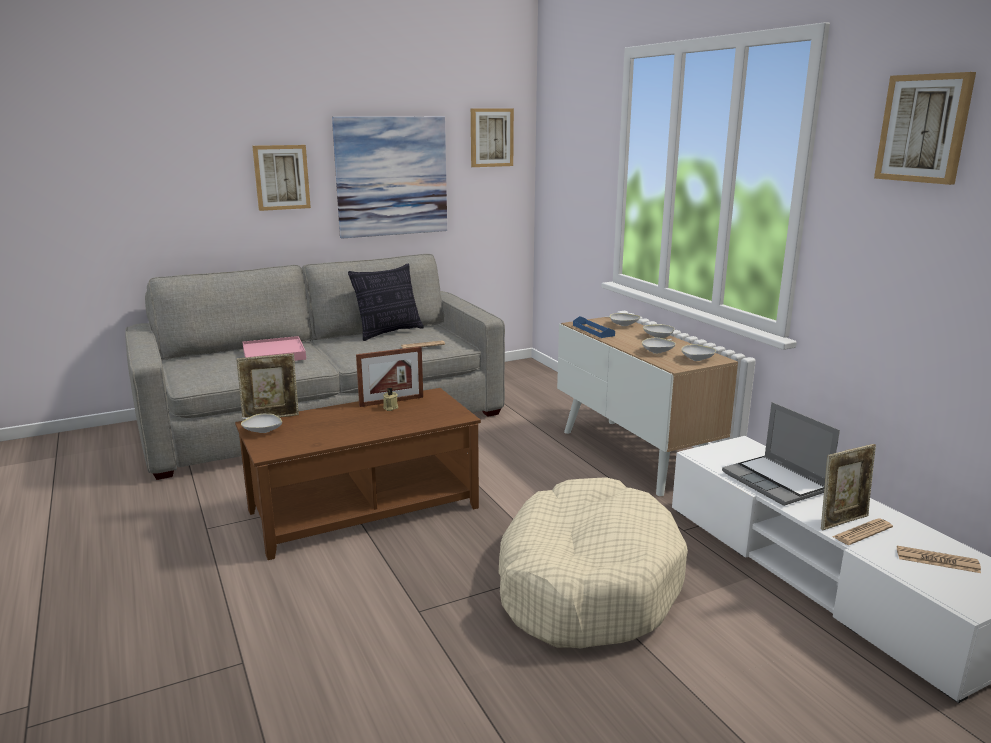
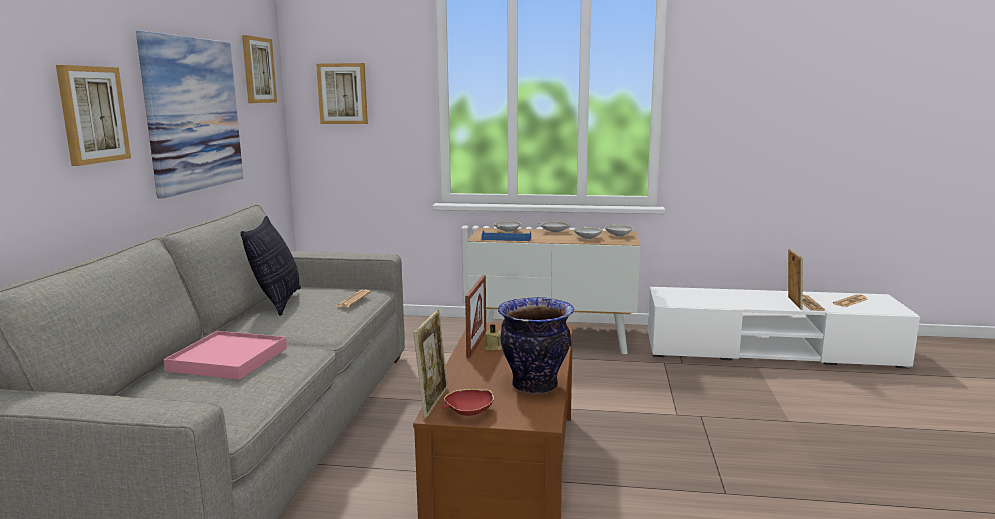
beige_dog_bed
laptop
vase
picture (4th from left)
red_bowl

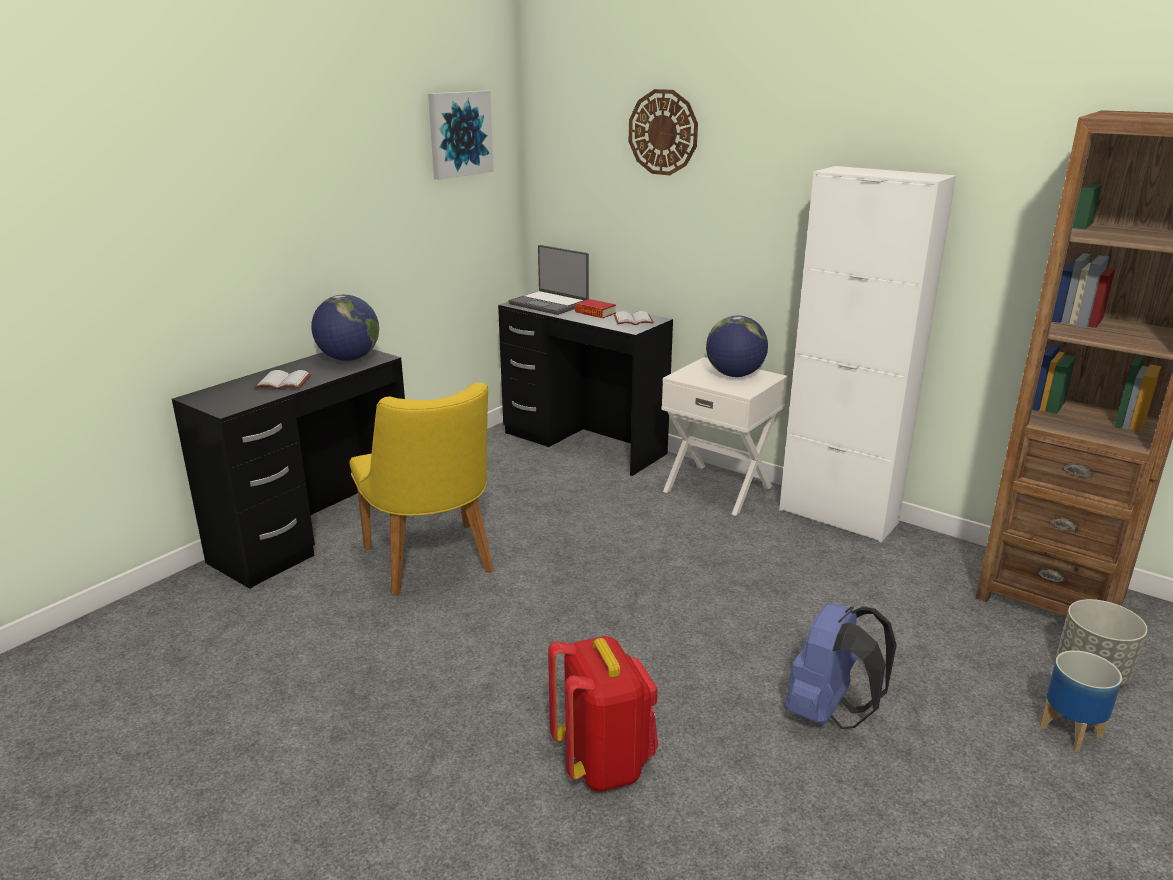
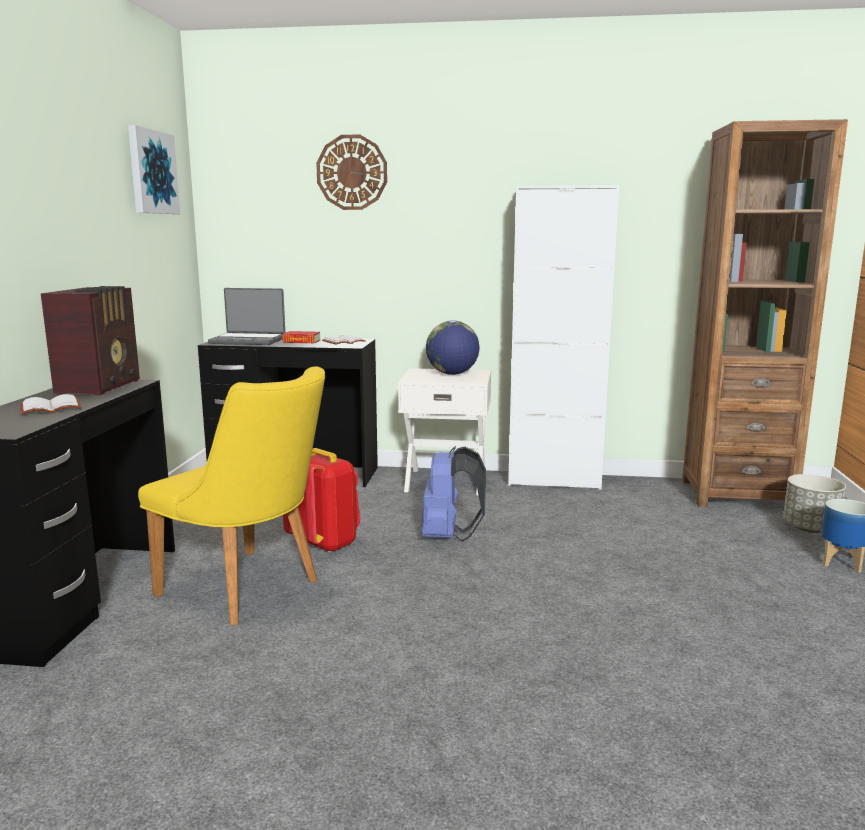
red_backpack
blue_backpack
radio

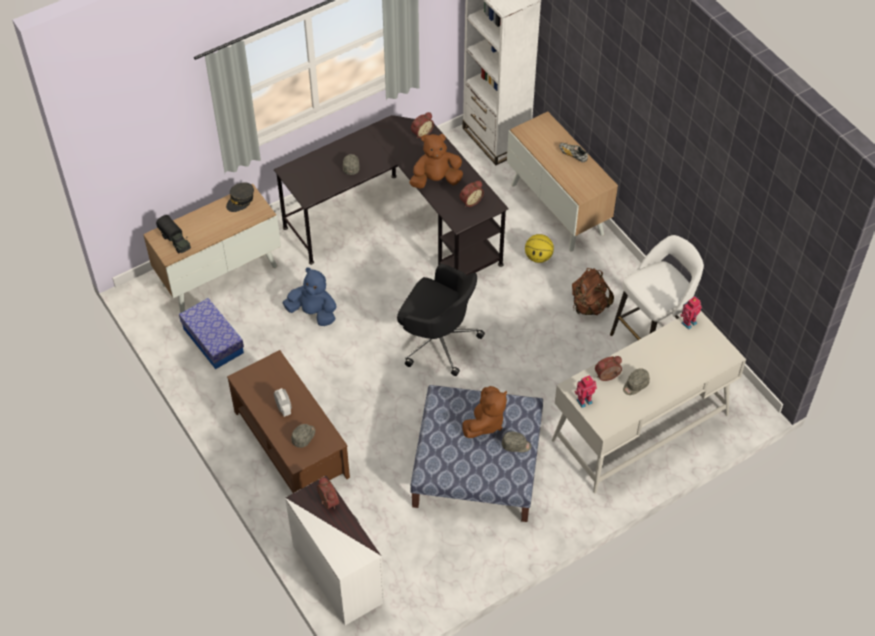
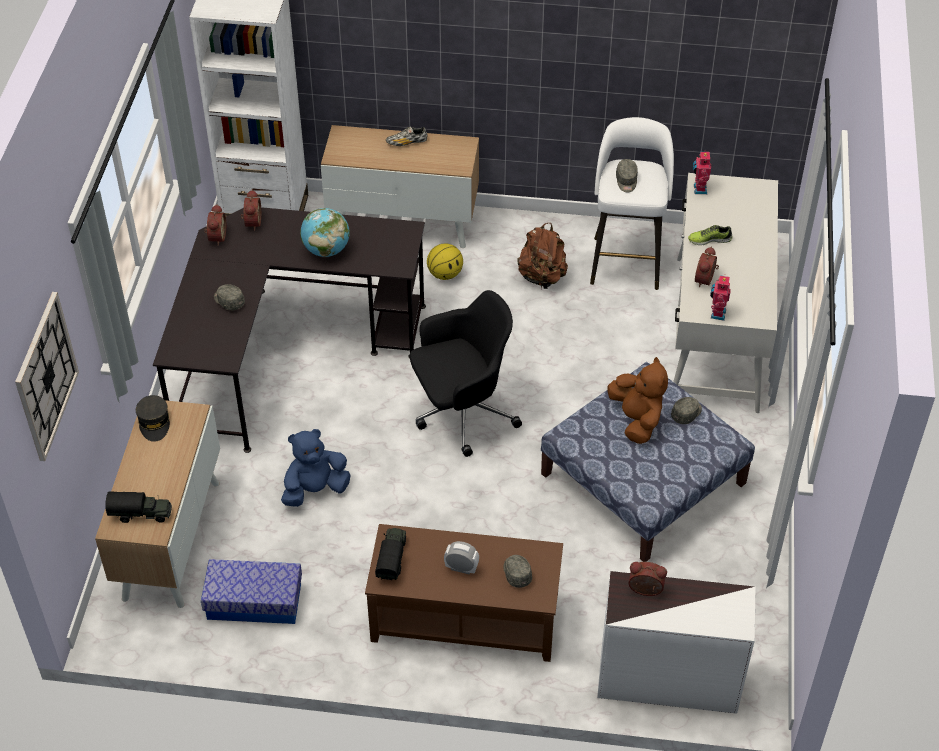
wall_clock
toy_truck (2nd from left)
shoe (2nd from left)
alarm_clock (1st from left)
grey_cap (4th from left)
globe

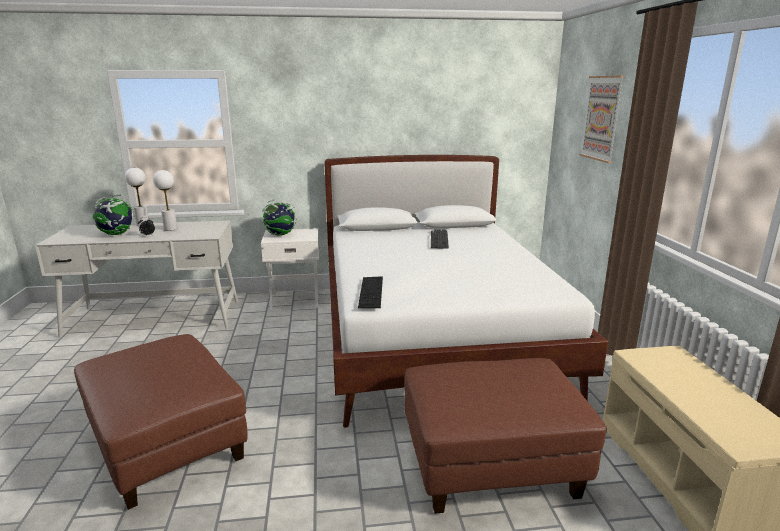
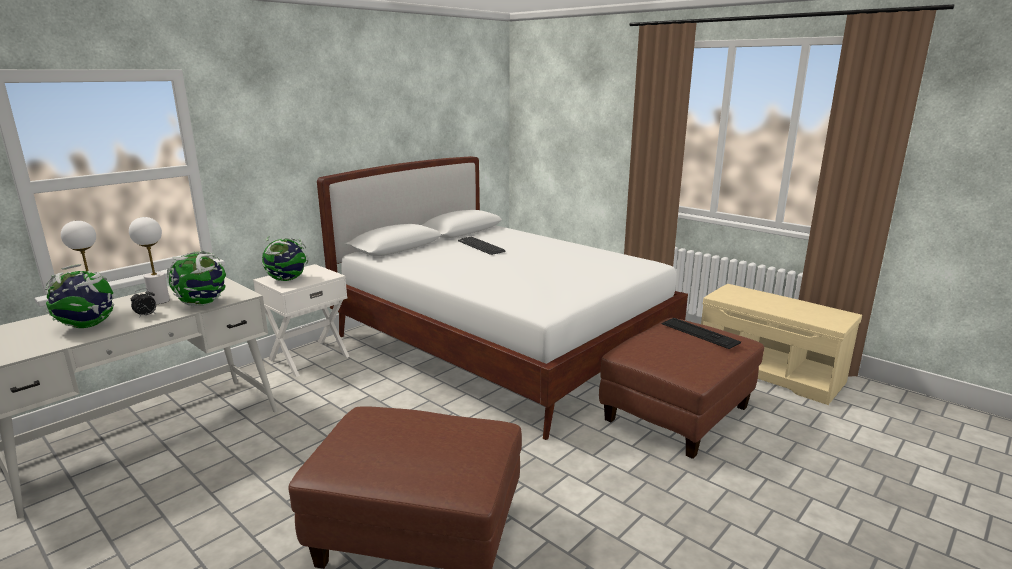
picture
globe (2nd from left)
keyboard (2nd from left)

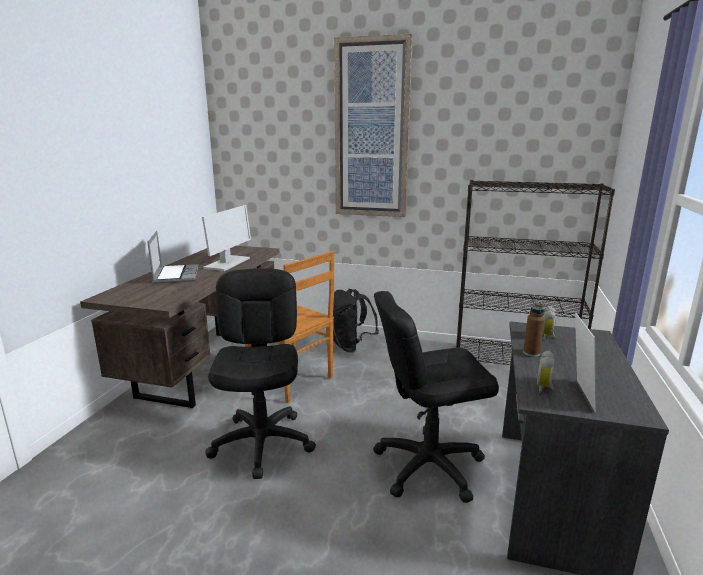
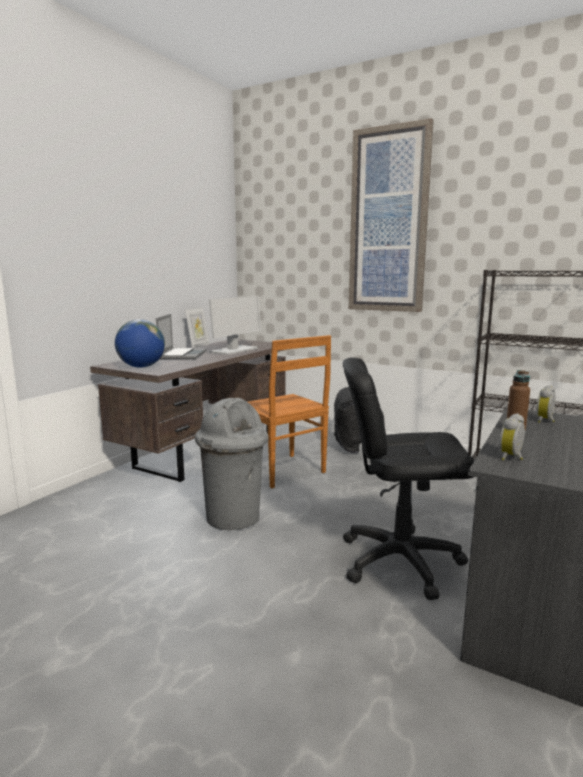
globe
picture_frame
grey_trash_can

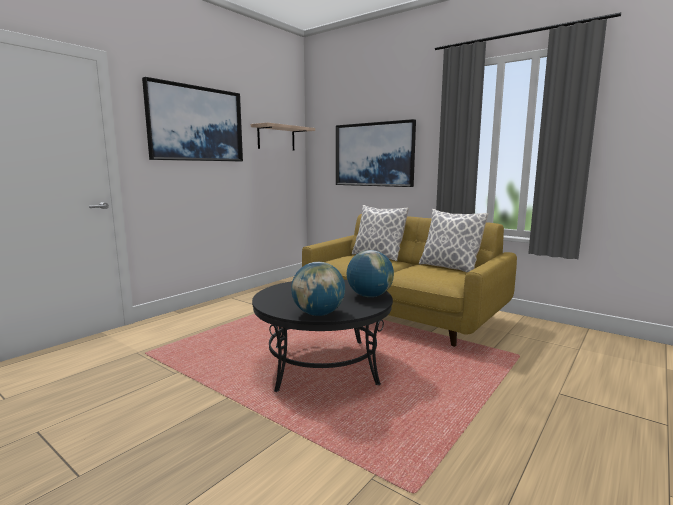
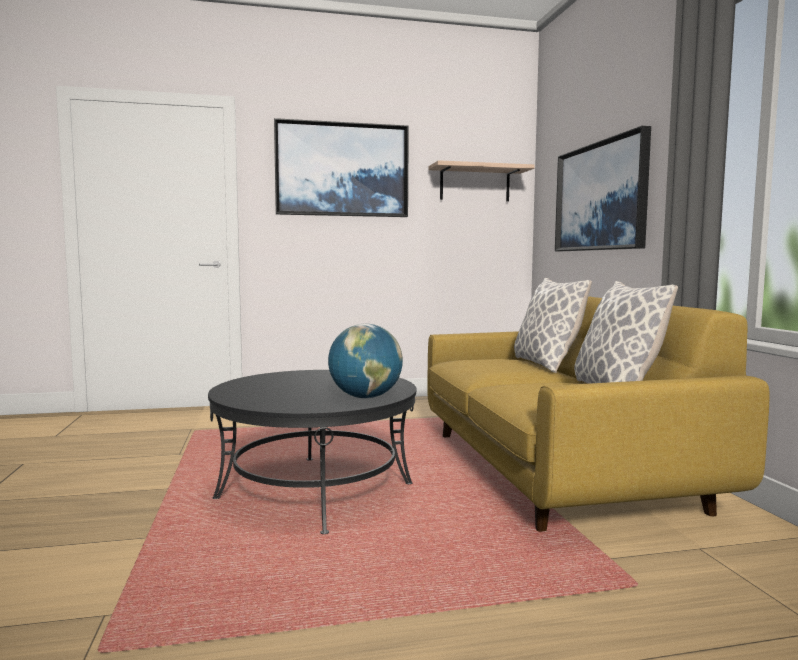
globe (1st from left in the first image)

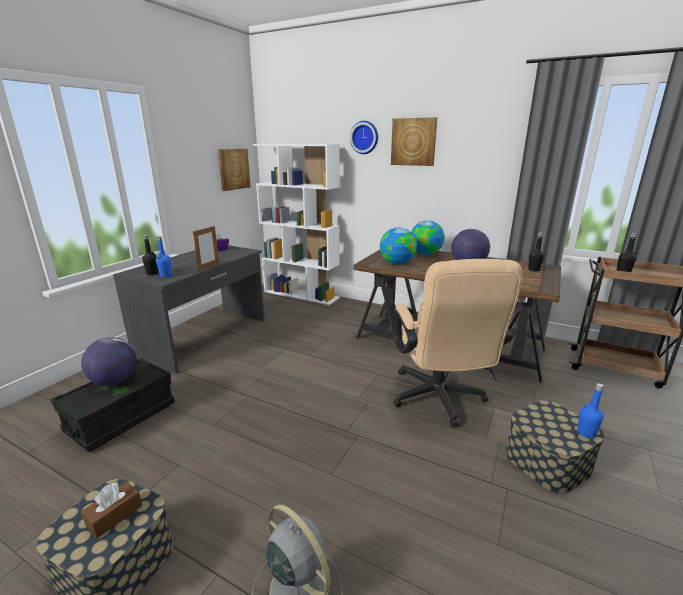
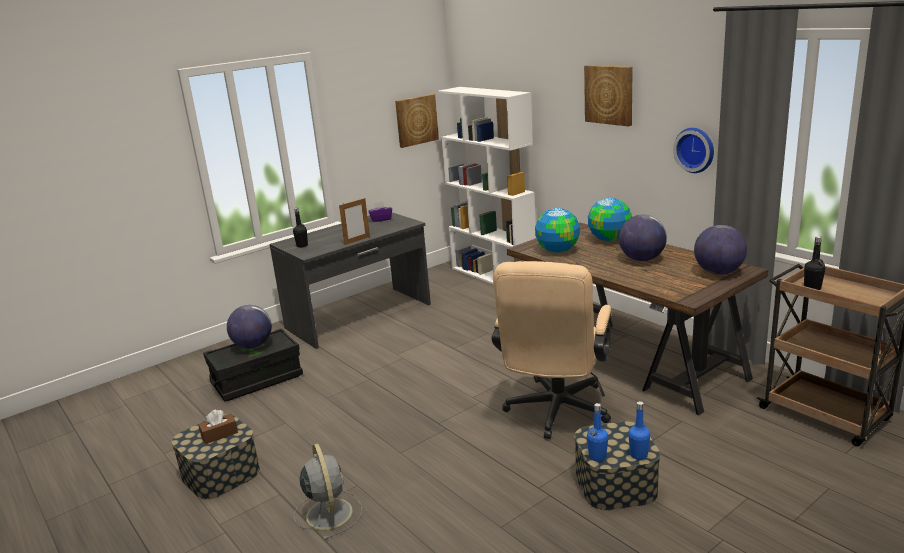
blue_bottle (1st from left)
wall_clock
globe (5th from left)

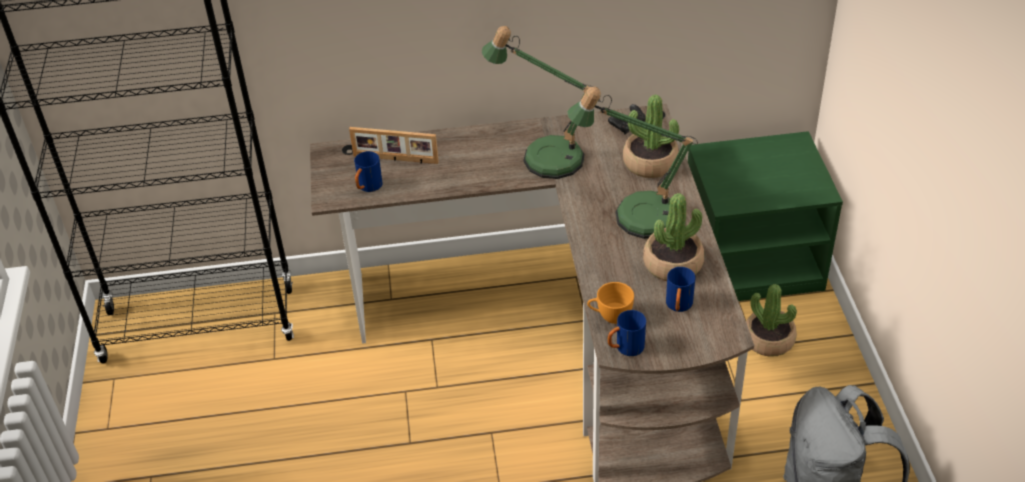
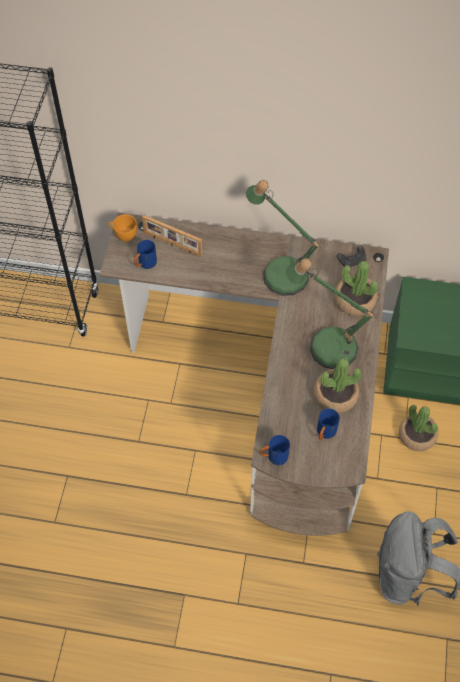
orange_cup

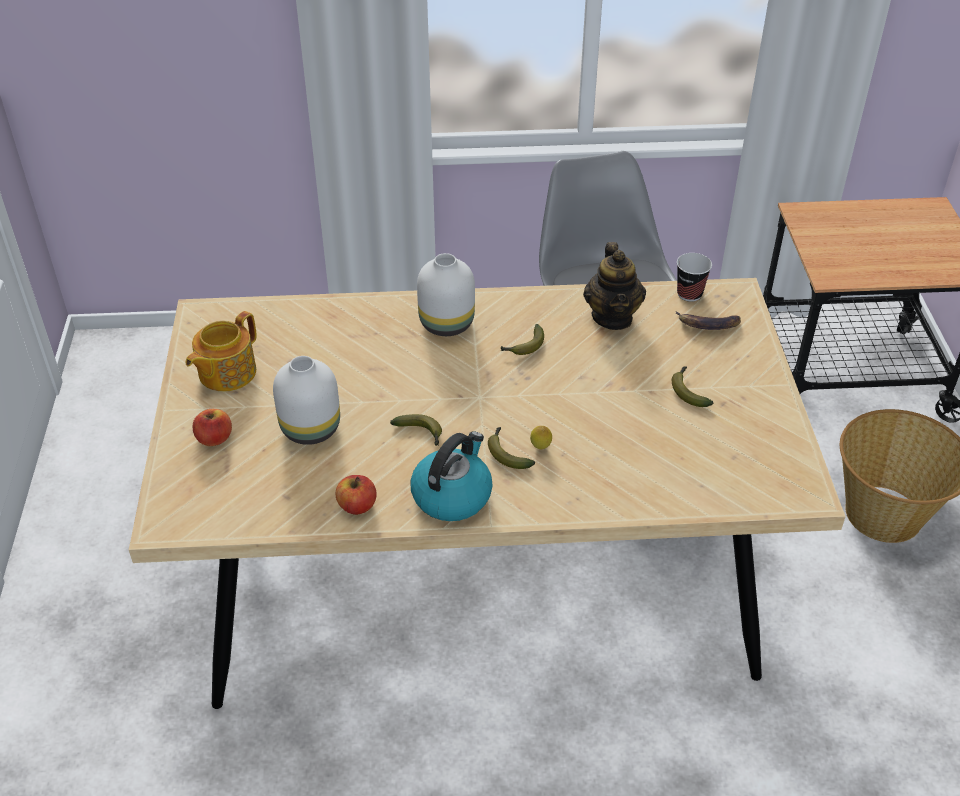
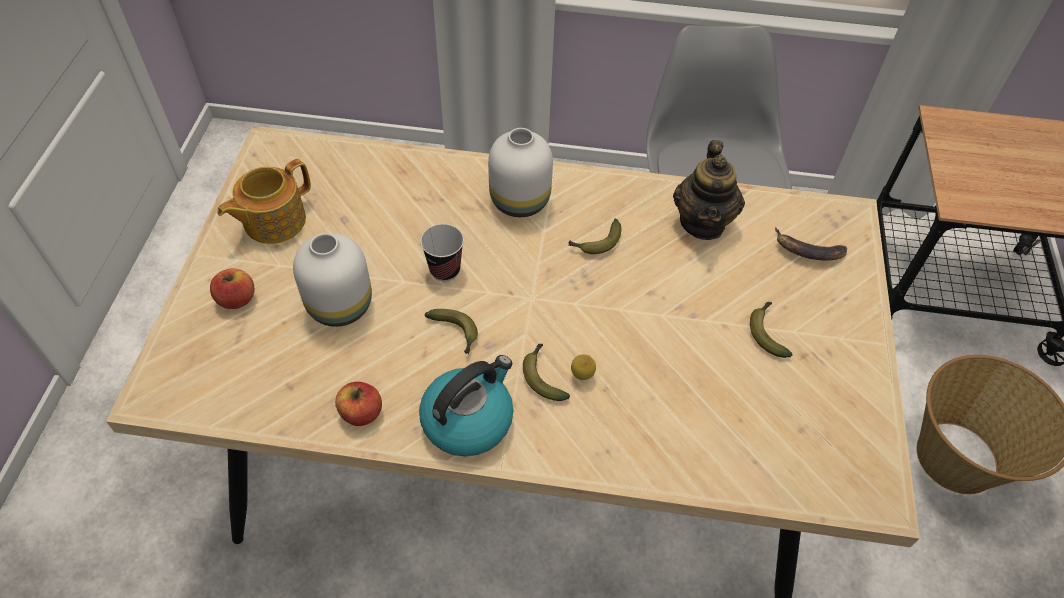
cup

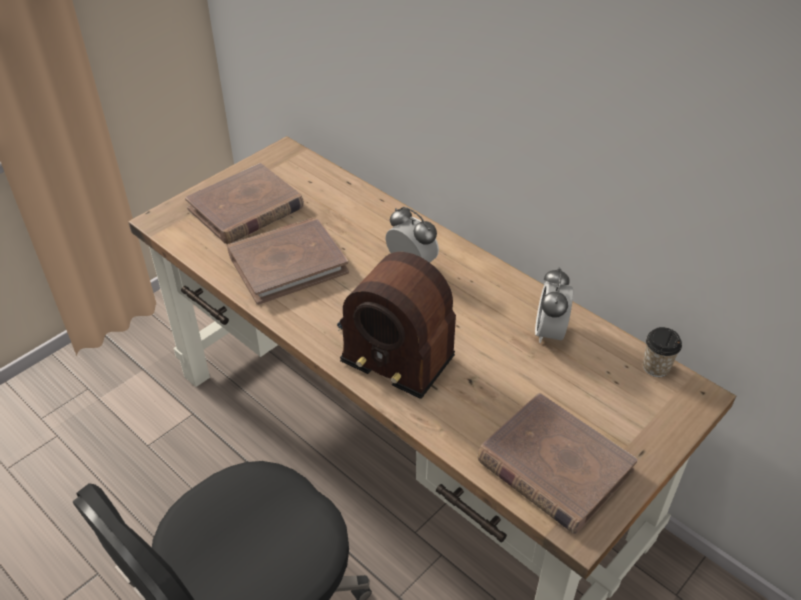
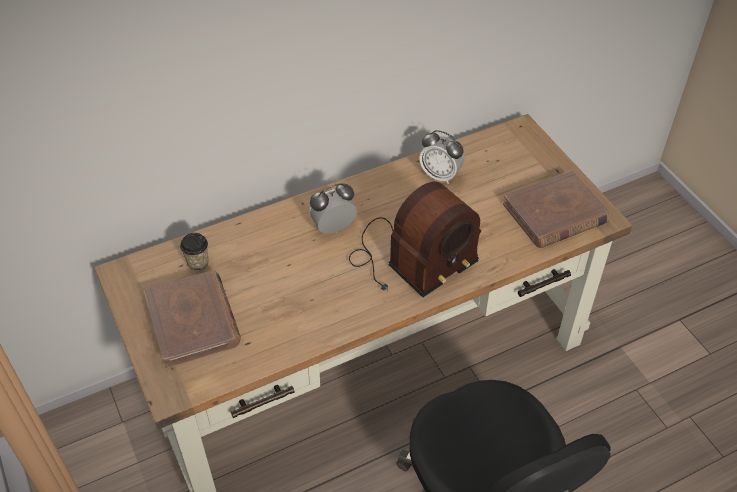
brown_book (2nd from left in the first image)
cup

